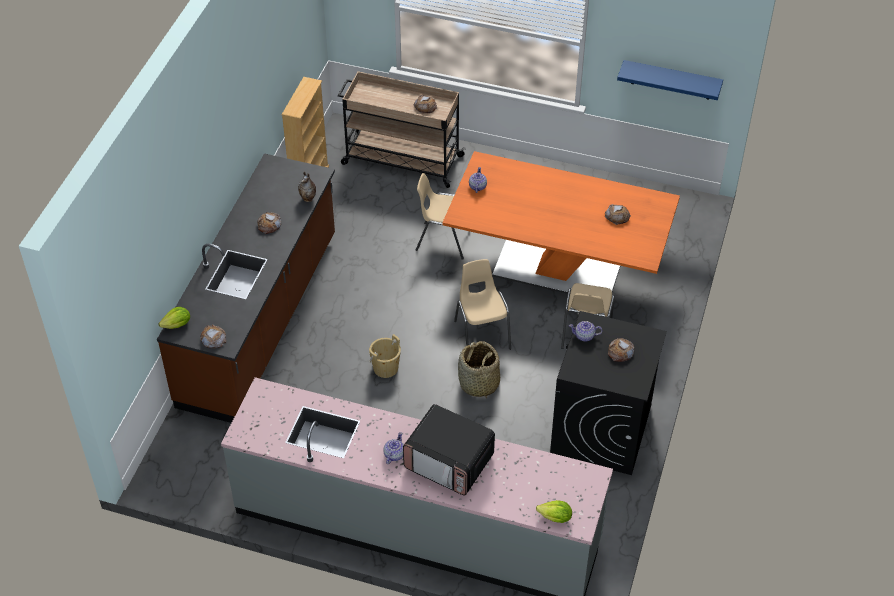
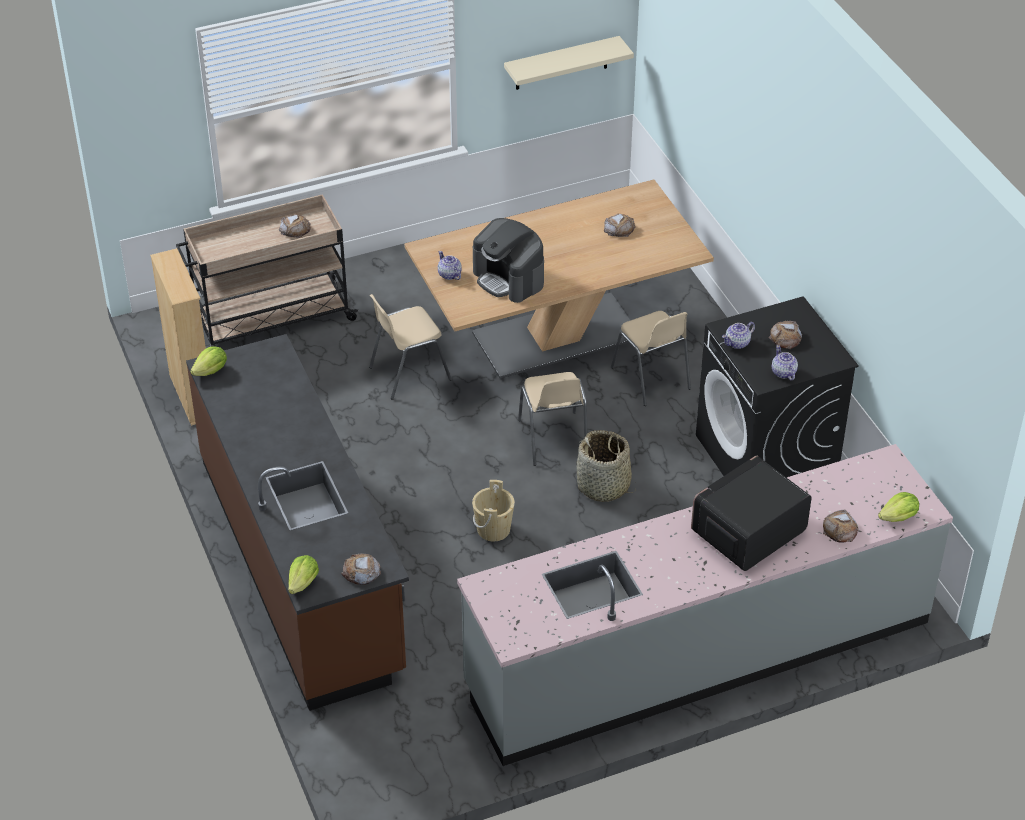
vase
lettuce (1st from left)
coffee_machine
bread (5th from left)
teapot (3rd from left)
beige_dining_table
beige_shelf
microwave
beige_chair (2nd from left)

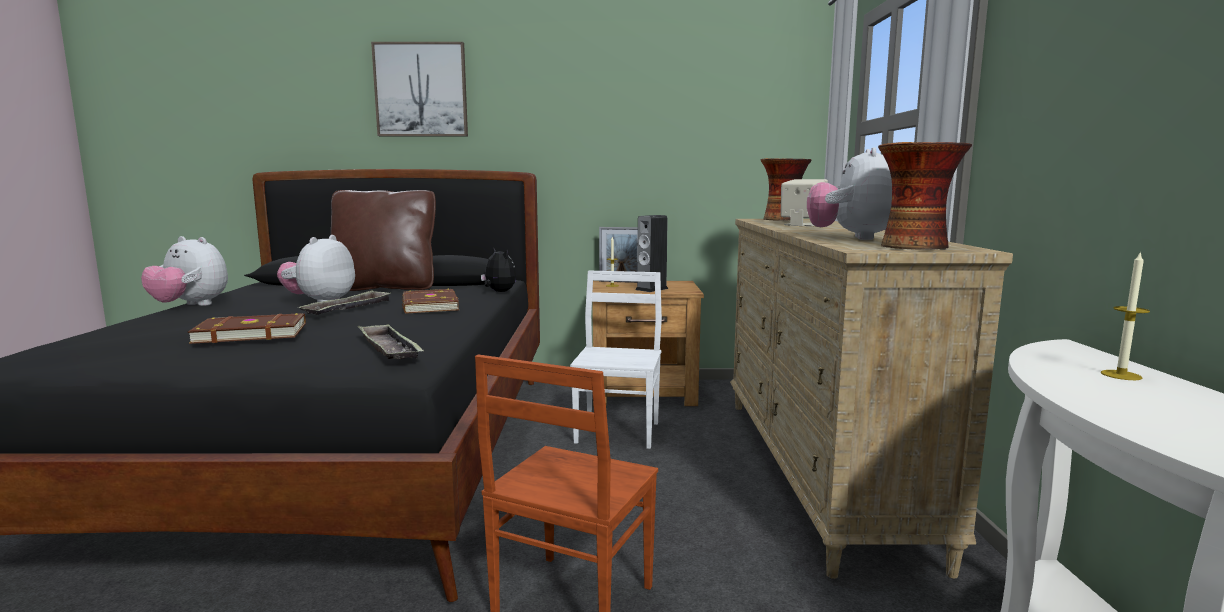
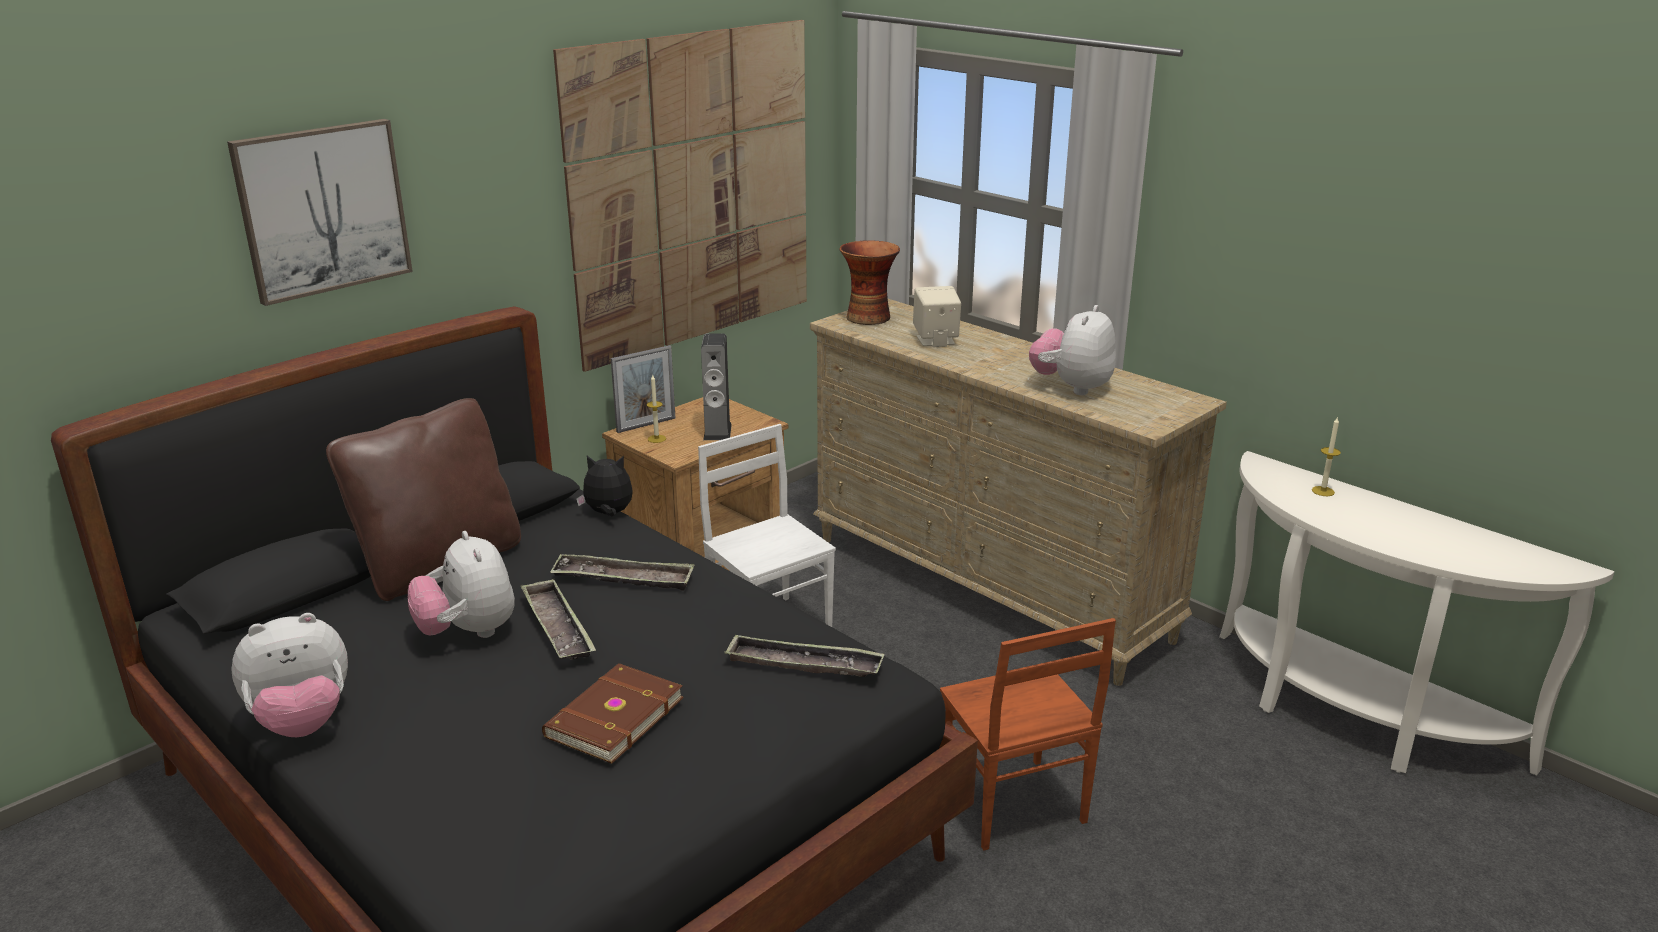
vase (2nd from left in the first image)
picture (2nd from left)
tray (2nd from left)
plush_toy (4th from left)

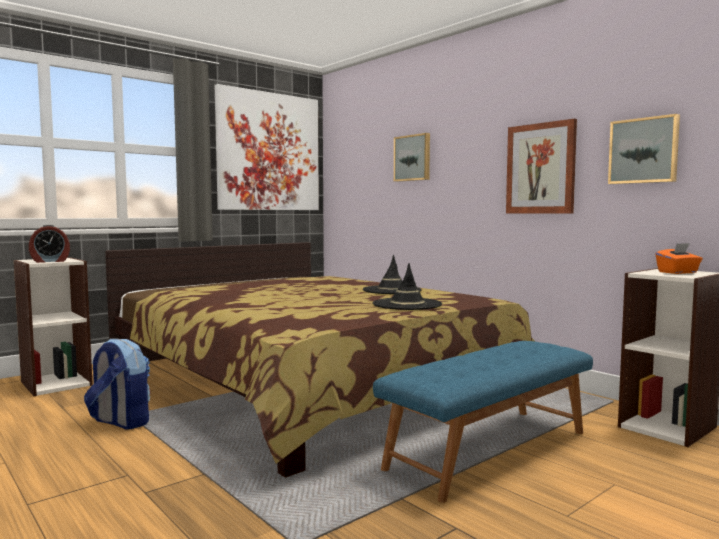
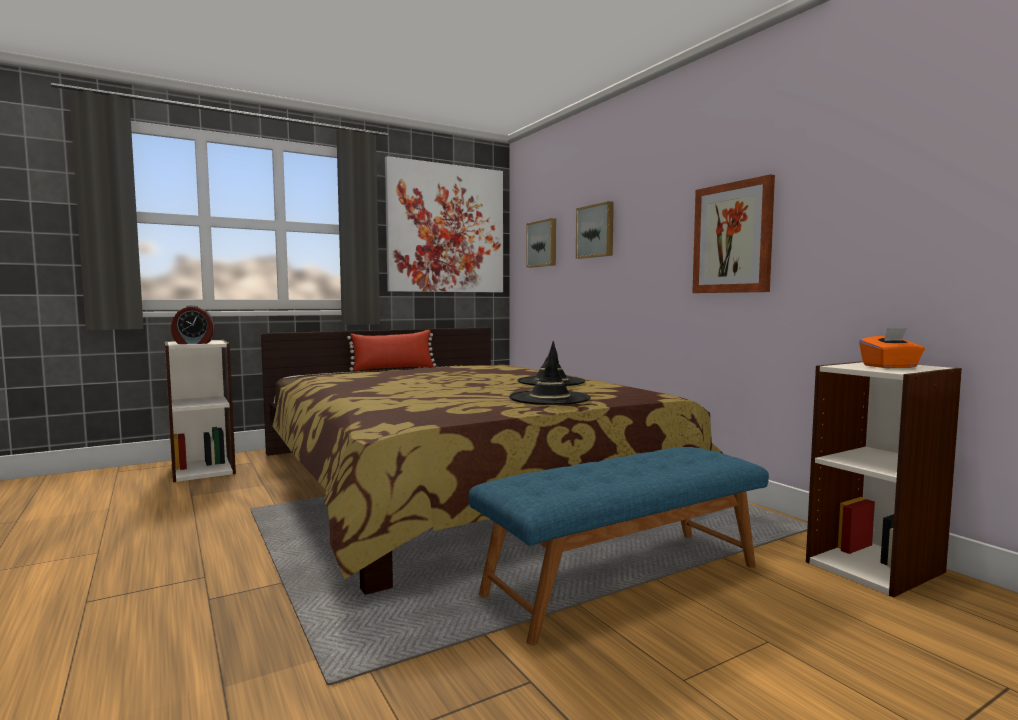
backpack
red_pillow
picture (2nd from left)

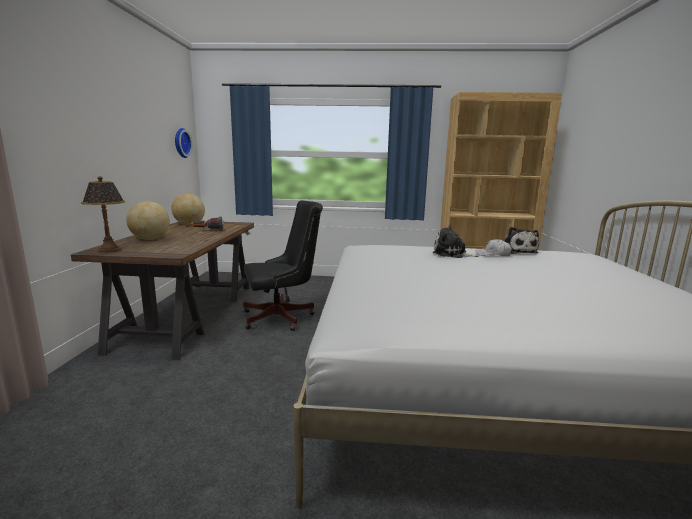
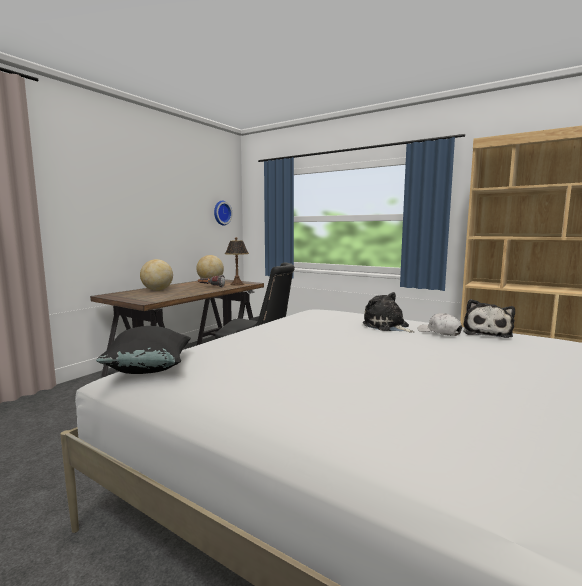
black_pillow
table_lamp

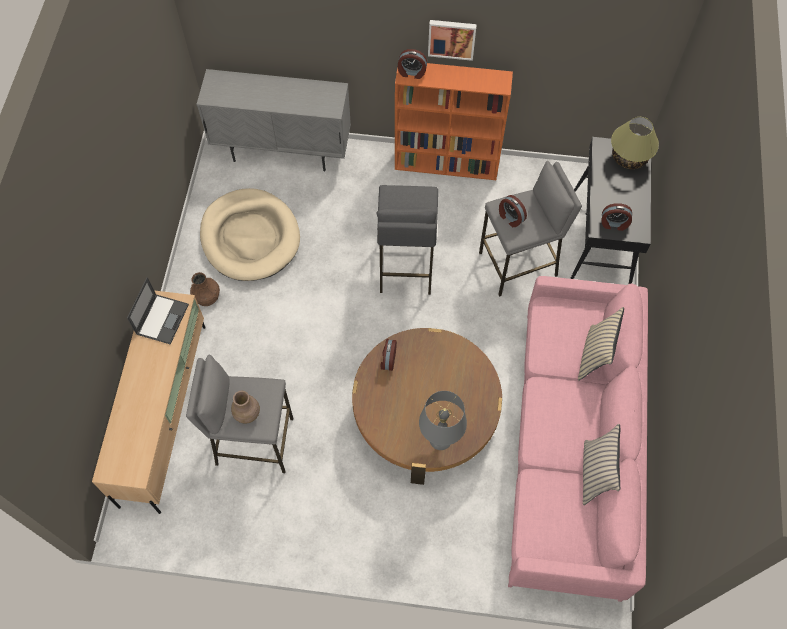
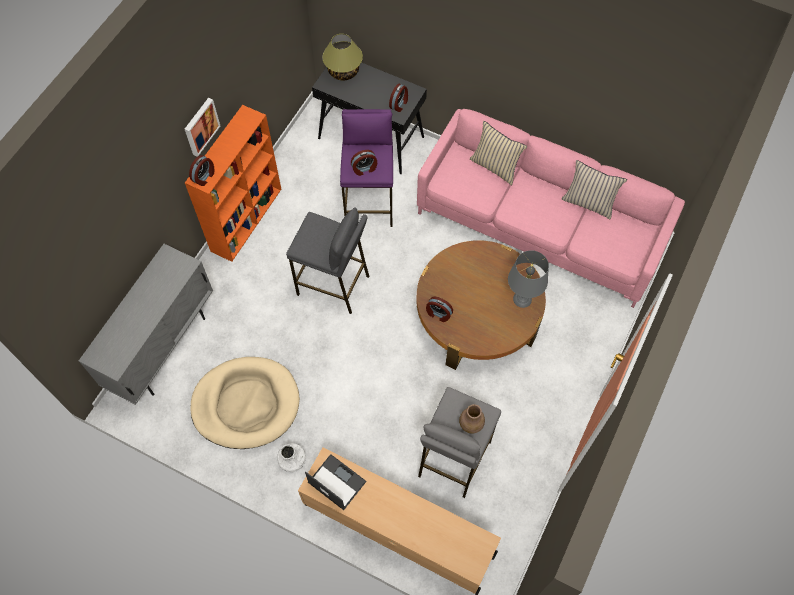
white_vase
purple_stool

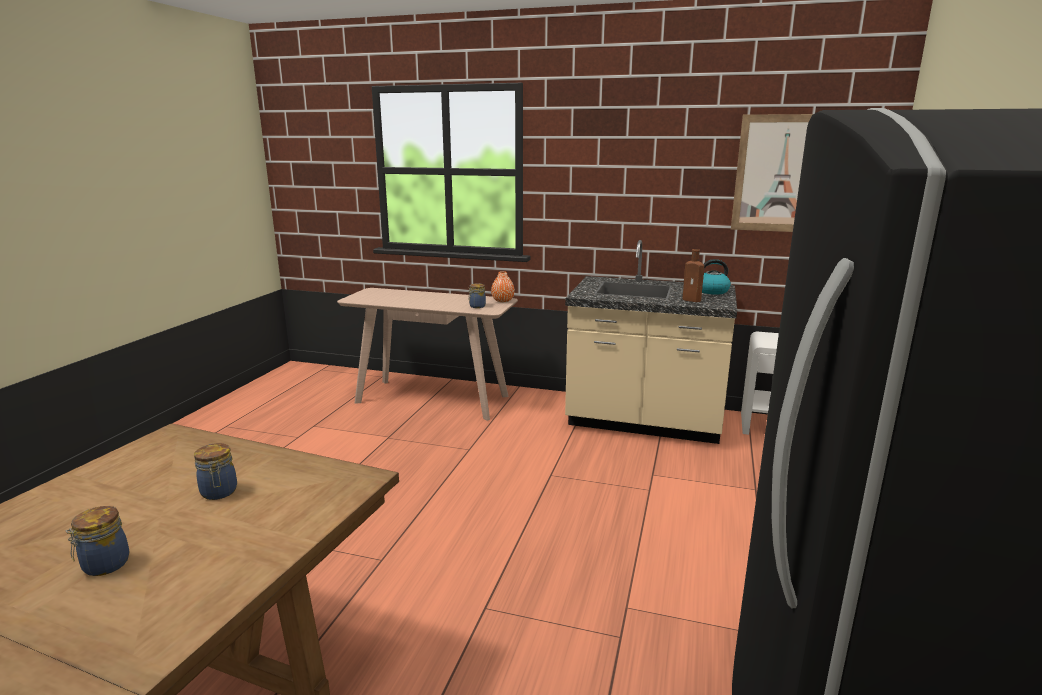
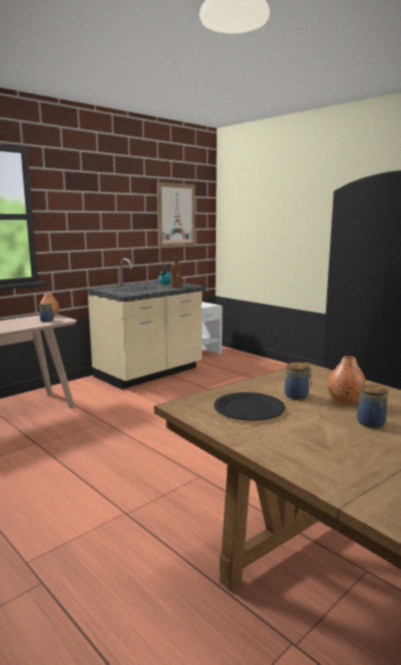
black_plate
orange_vase (2nd from left)

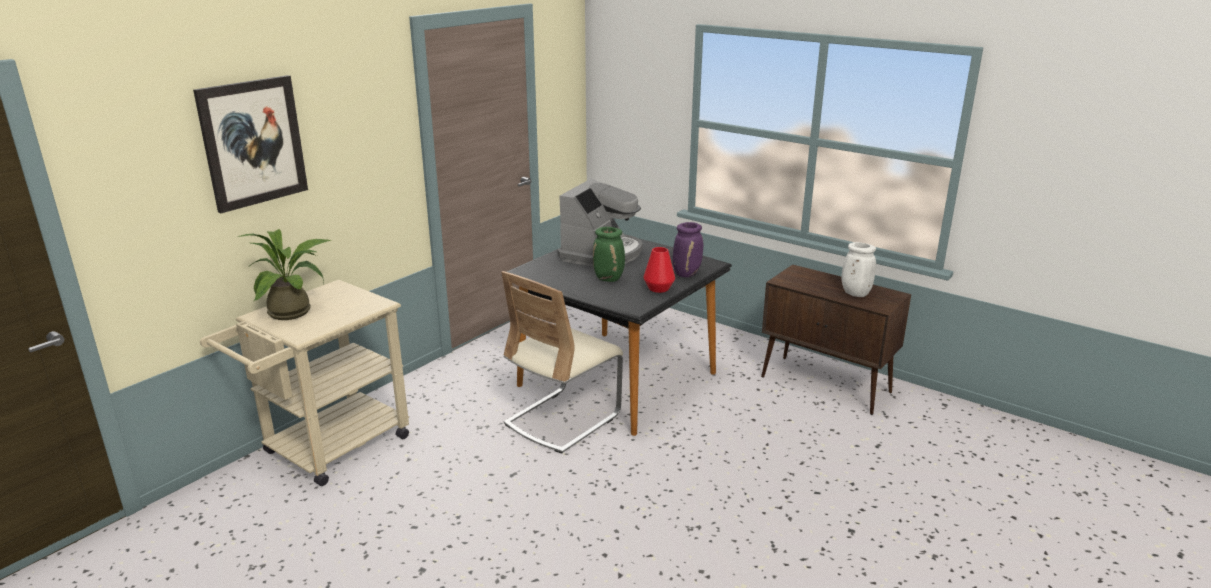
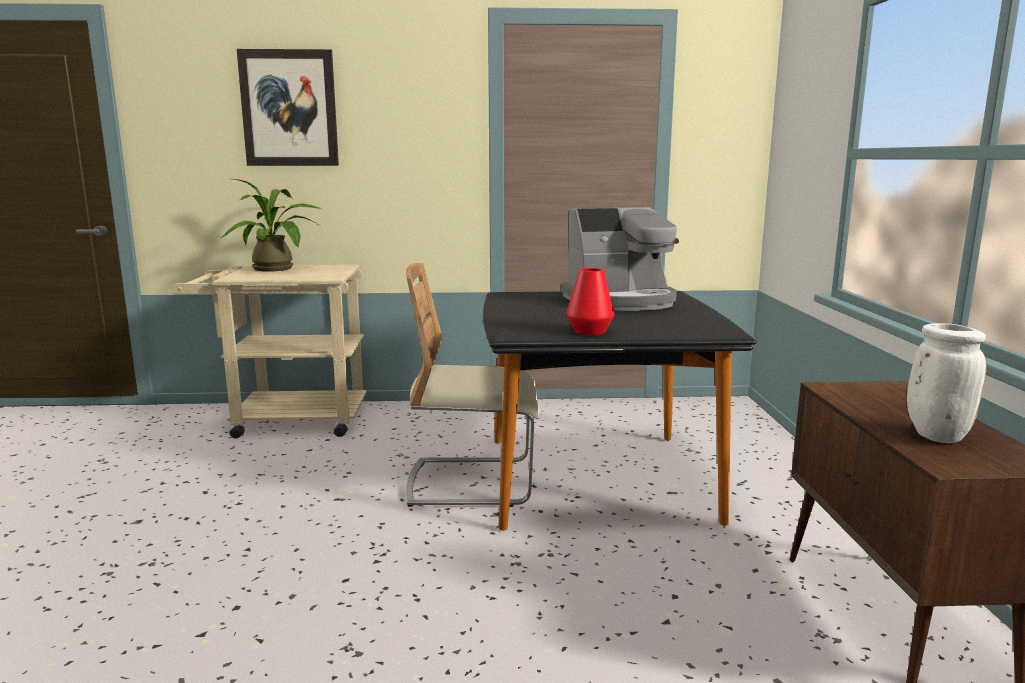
green_vase
purple_vase

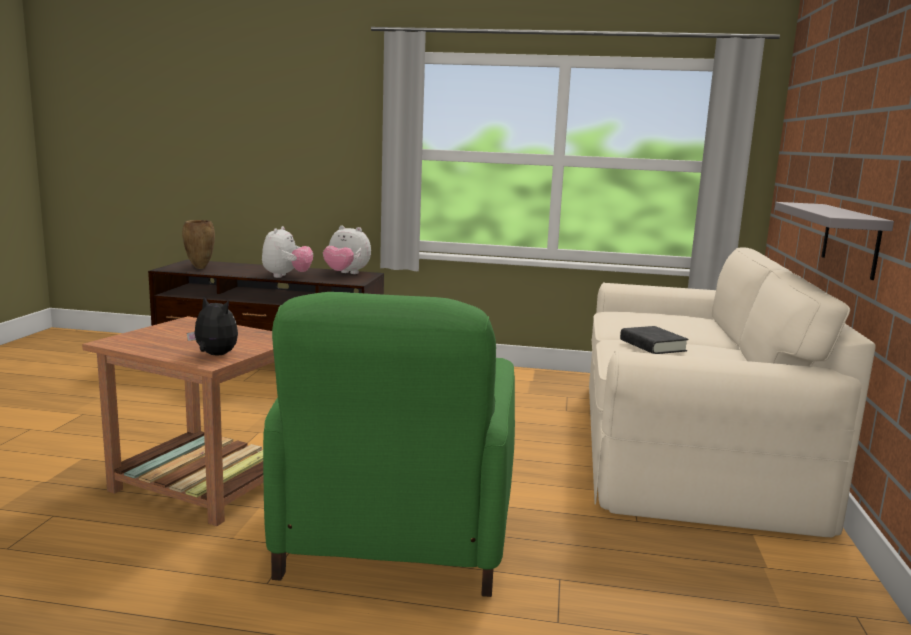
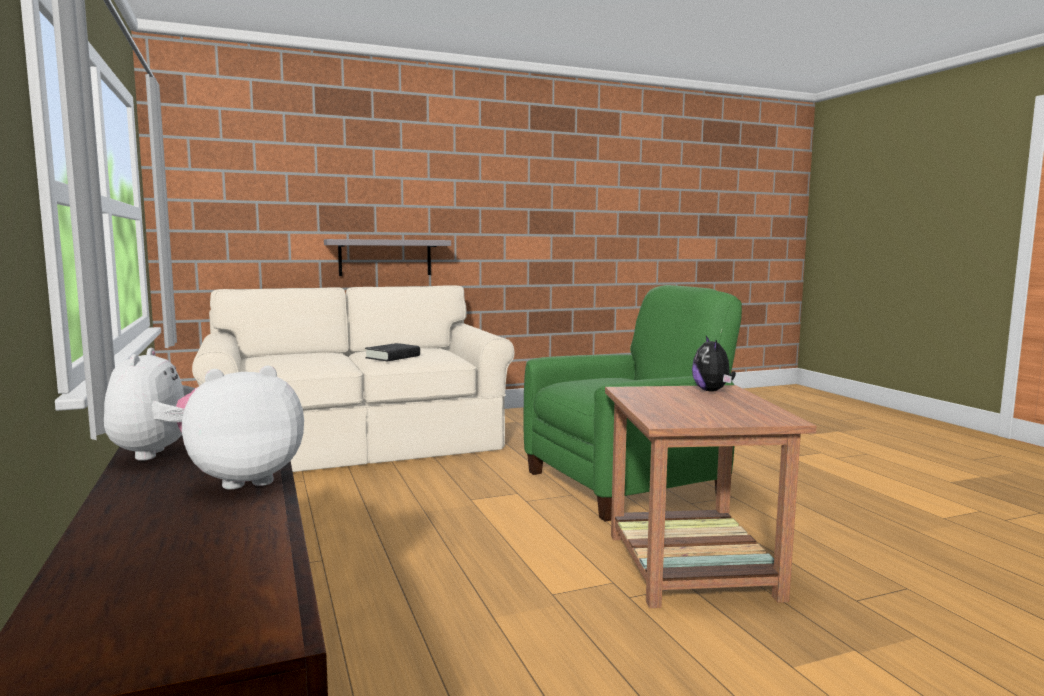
brown_vase

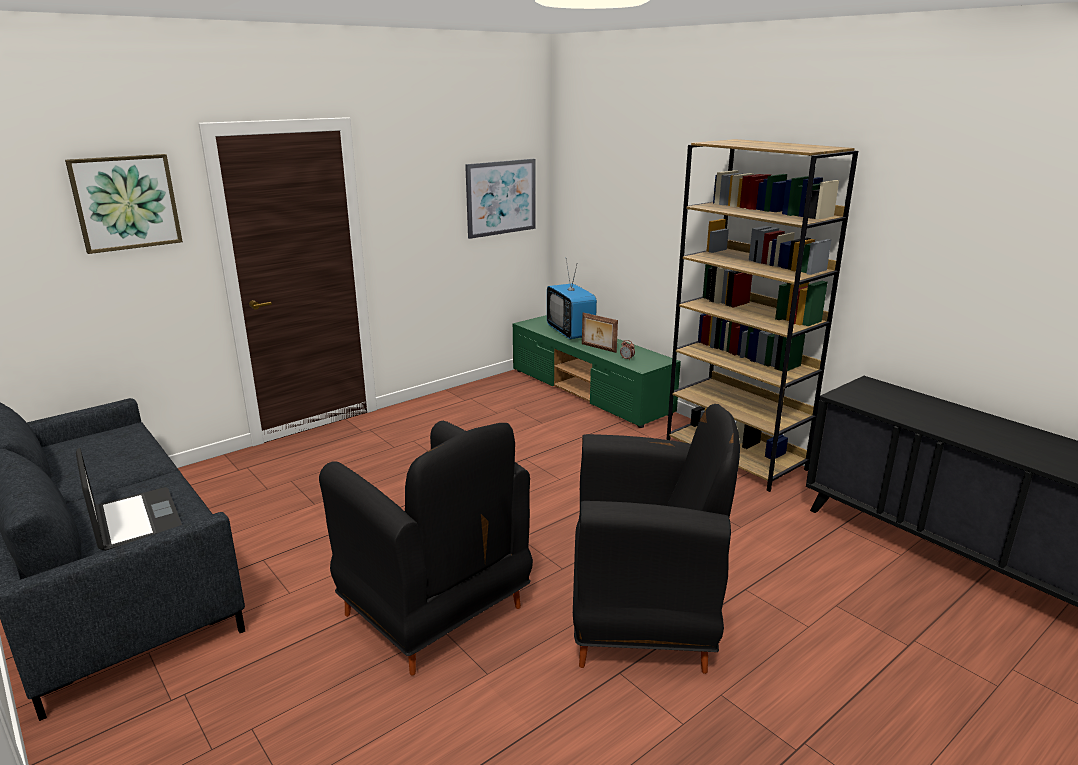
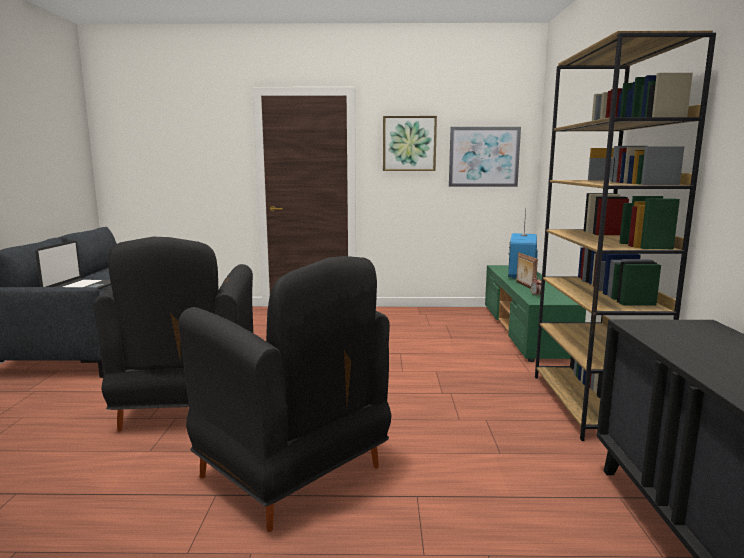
picture (1st from left)

